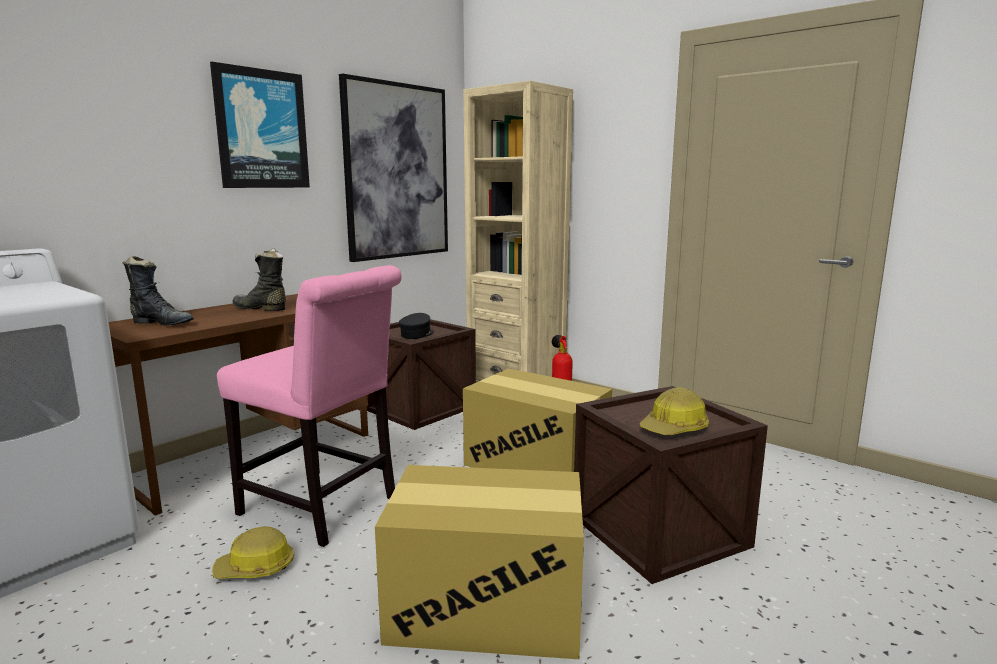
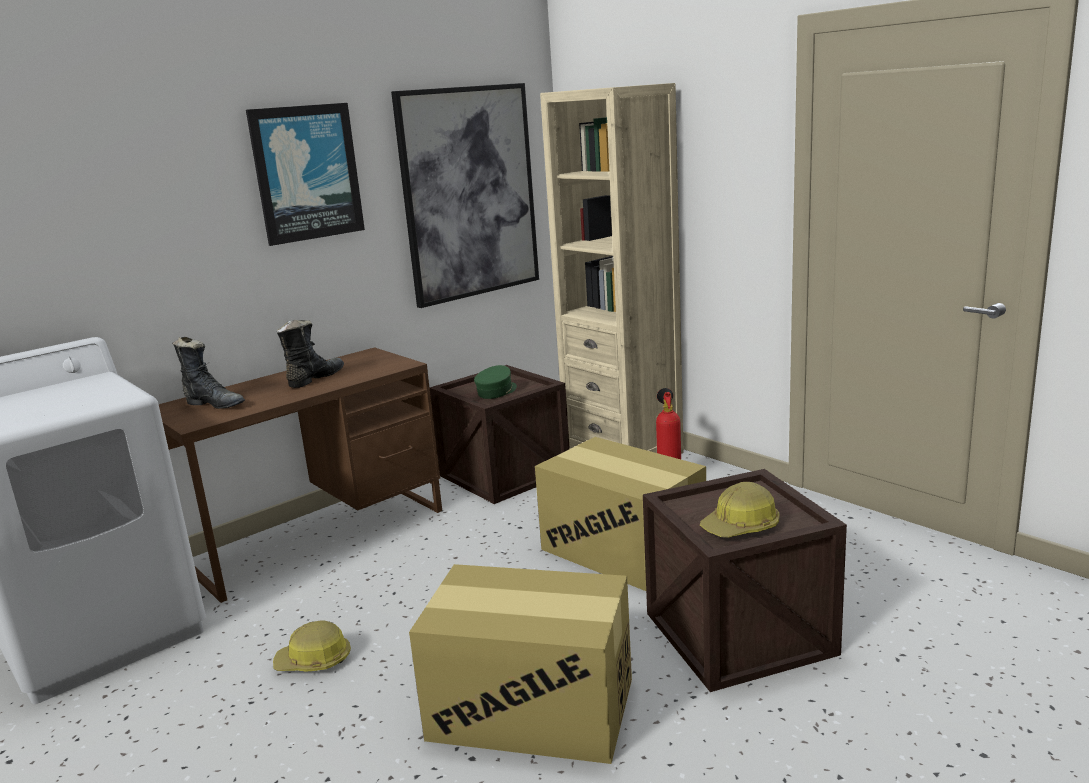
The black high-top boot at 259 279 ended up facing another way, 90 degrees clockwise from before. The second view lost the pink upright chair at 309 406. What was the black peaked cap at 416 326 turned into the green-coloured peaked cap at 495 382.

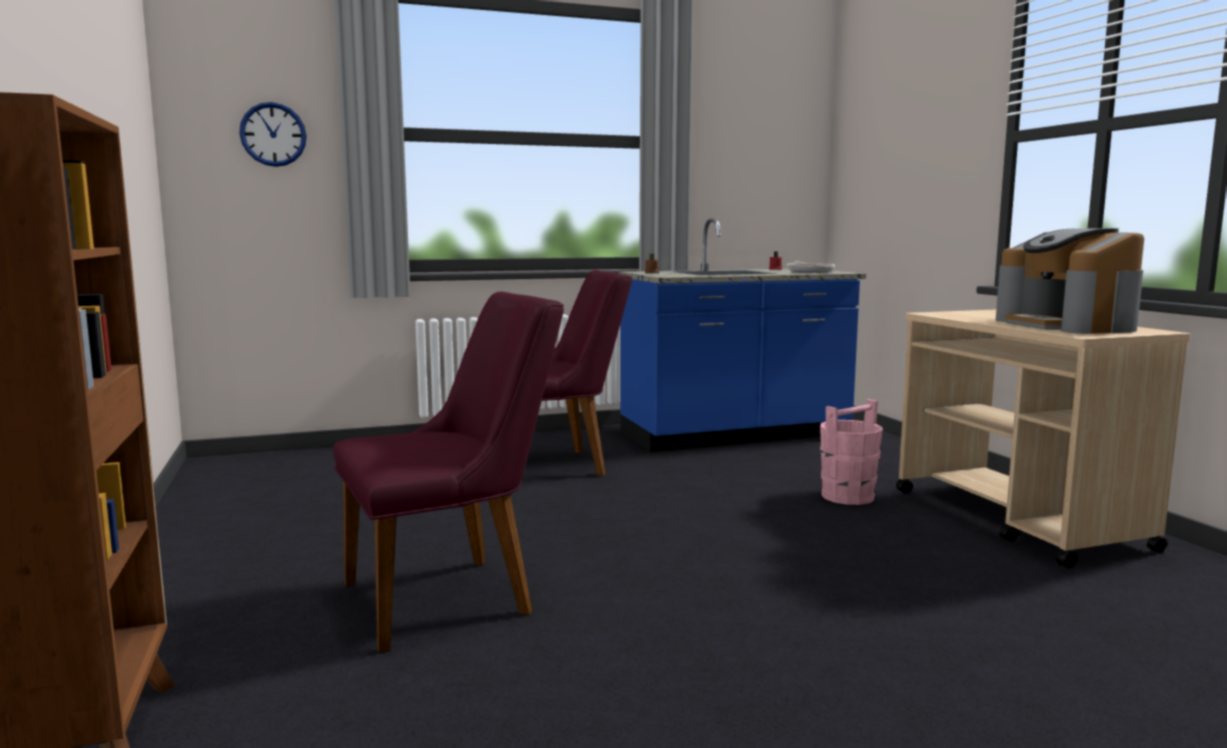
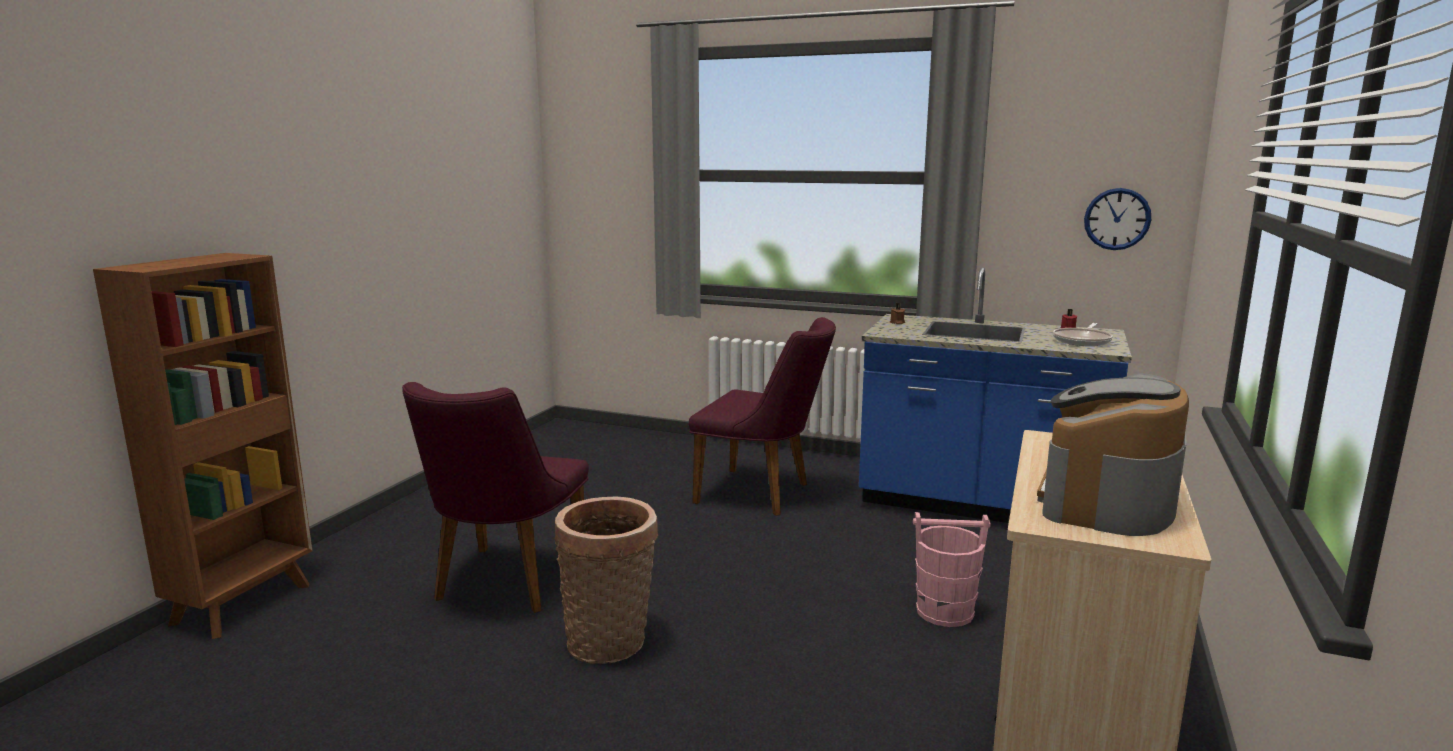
The hanging clock ended up elsewhere, having gone from 273 134 to 1117 219. The purplish upright chair at 448 472 ended up facing another way, 90 degrees clockwise from before. The second view gained the basket at 606 580.

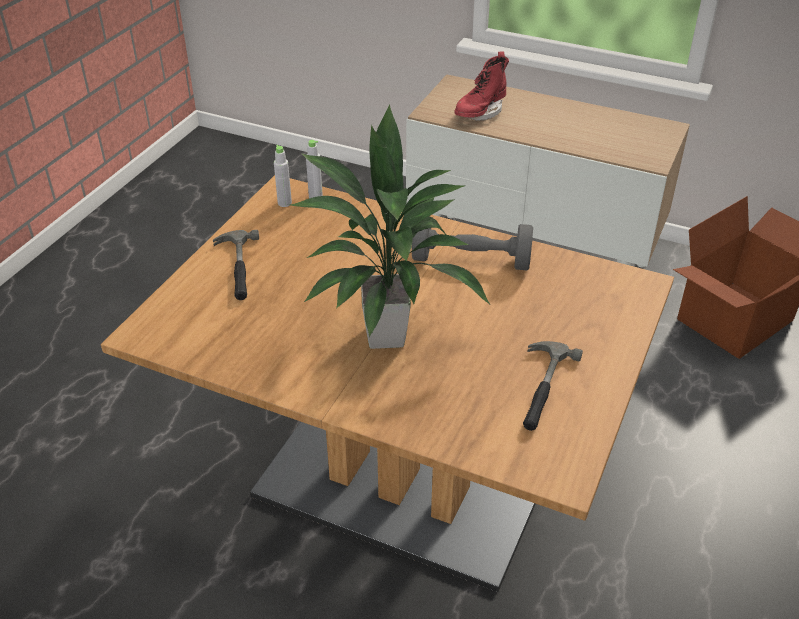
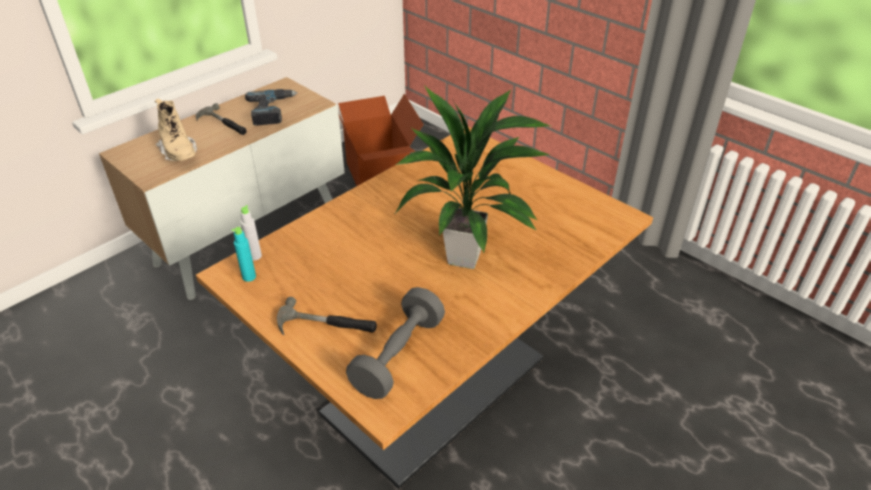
What was the red high-top boot at 481 86 turned into the sand-coloured high-top boot at 175 130. What was the grey bottle at 283 176 turned into the blue-green bottle at 243 254. The grey dumbbell ended up elsewhere, having gone from 472 247 to 395 343. The tool hammer ended up elsewhere, having gone from 553 386 to 221 119. The second view gained the electric drill at 271 107.

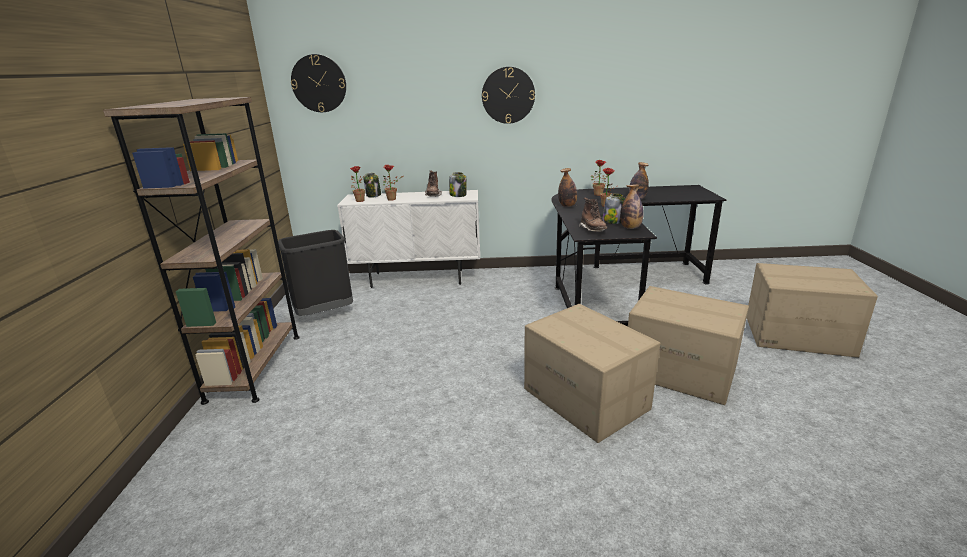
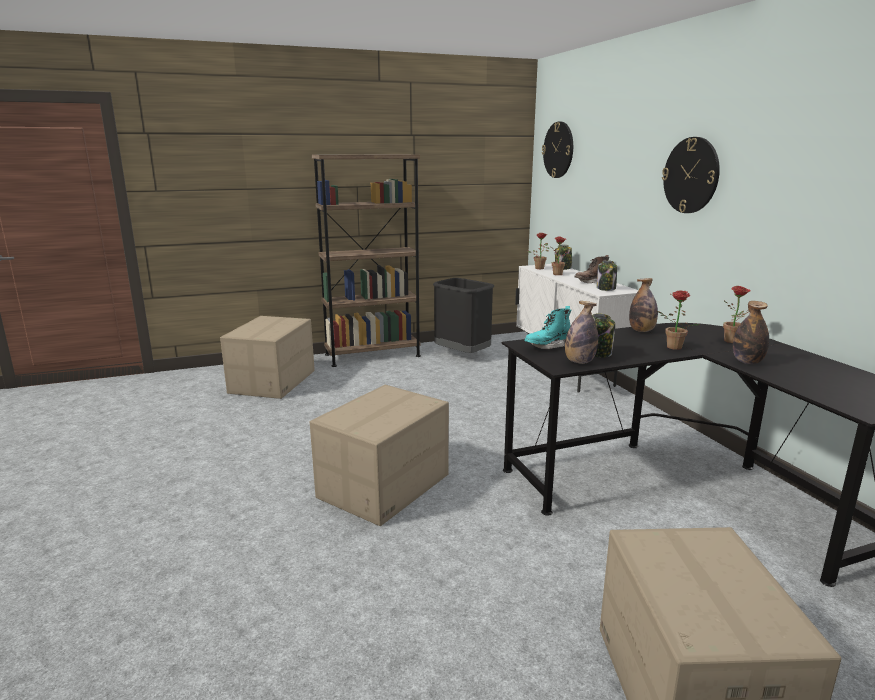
What was the brown high-top boot at 593 214 turned into the blue-green high-top boot at 548 327. The carton ended up elsewhere, having gone from 688 345 to 267 357.

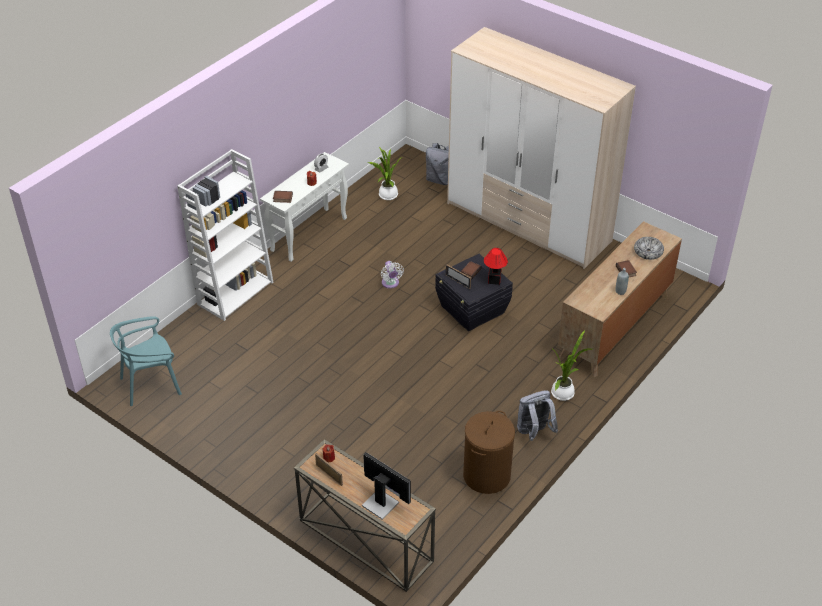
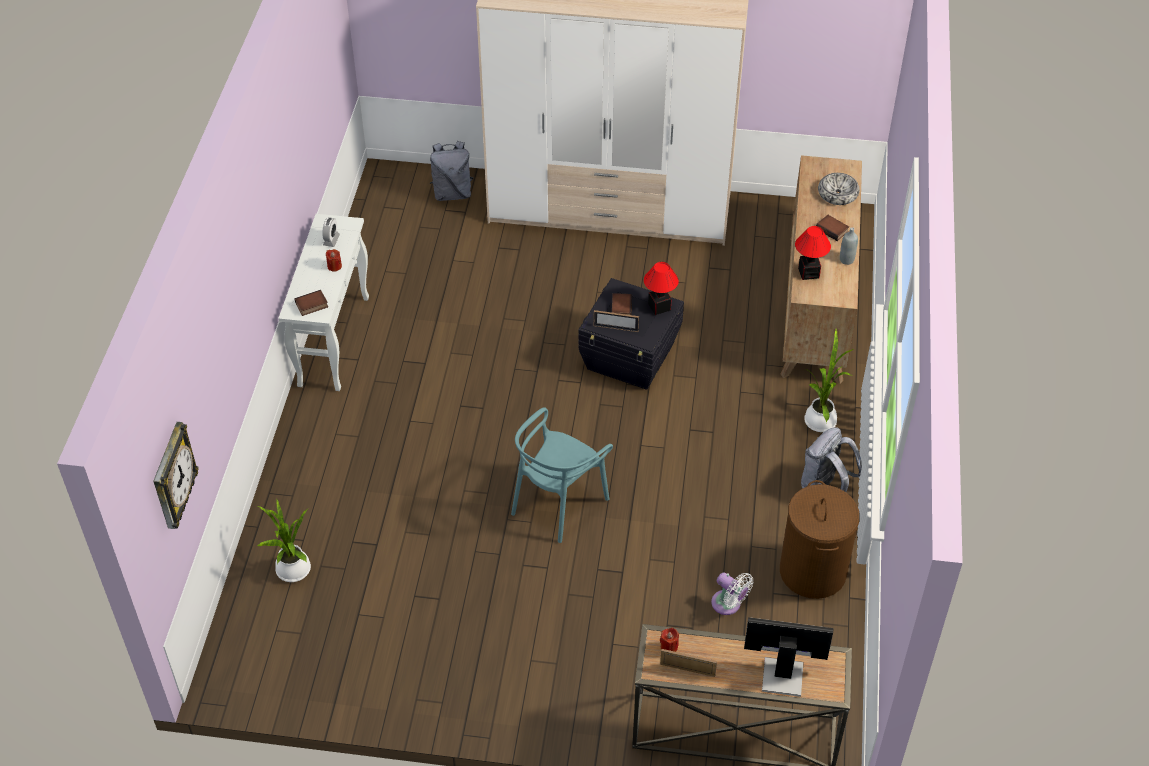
The potted plant ended up elsewhere, having gone from 385 173 to 284 540. The second view lost the white bookshelf at 225 235. The white electric fan ended up elsewhere, having gone from 392 274 to 732 594. The blue-green upright chair ended up elsewhere, having gone from 146 361 to 562 475. The second view gained the table lamp at 813 253. The second view gained the hanging clock at 176 475.

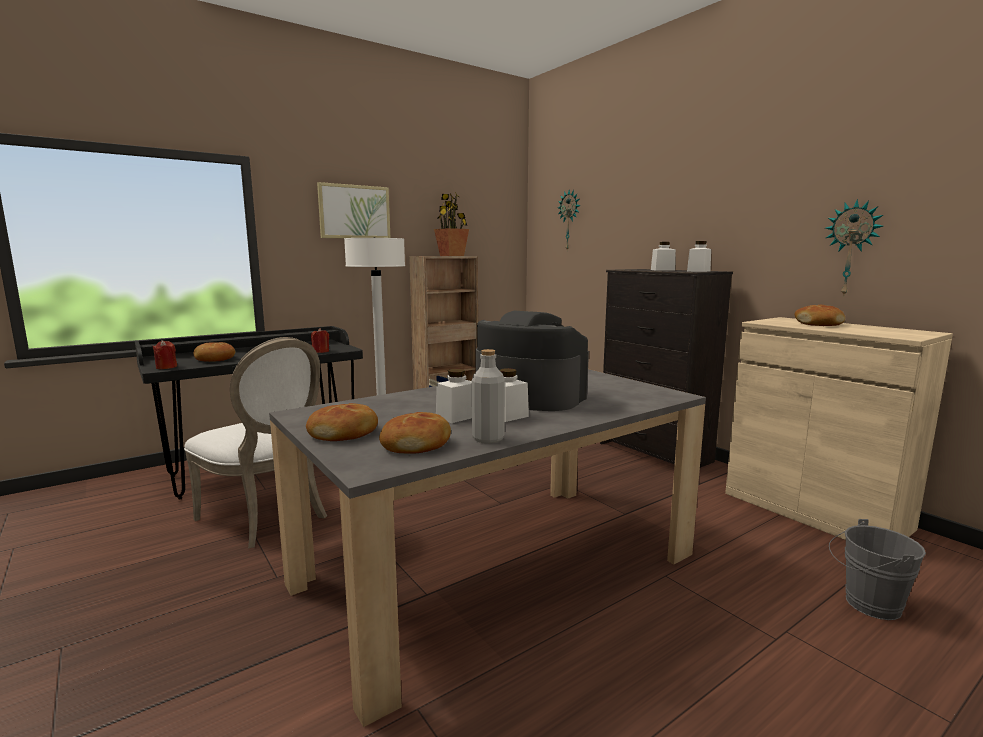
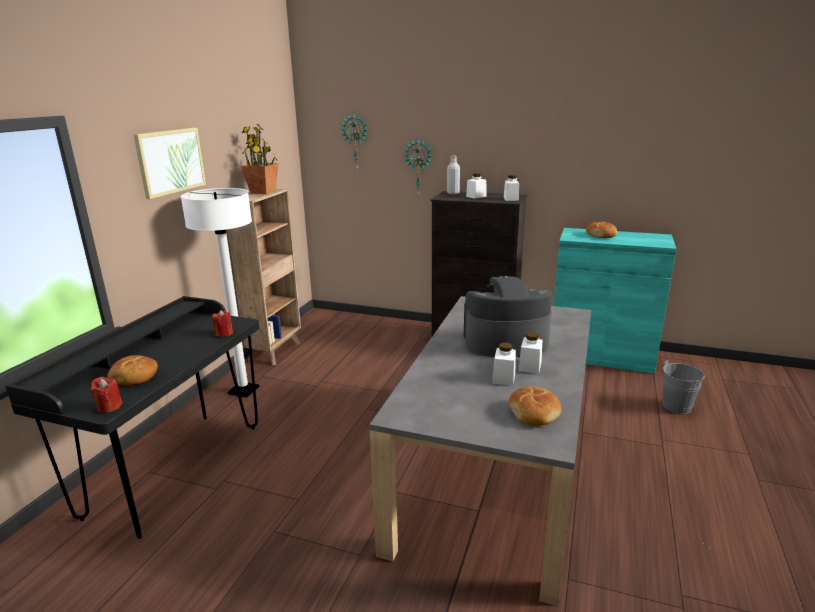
The hanging clock ended up elsewhere, having gone from 854 248 to 418 168. What was the sand-coloured cupboard at 839 428 turned into the blue-green cupboard at 615 301. The second view lost the white upright chair at 255 443. The grey bottle ended up elsewhere, having gone from 488 396 to 453 175. The second view lost the baked bread at 342 422.

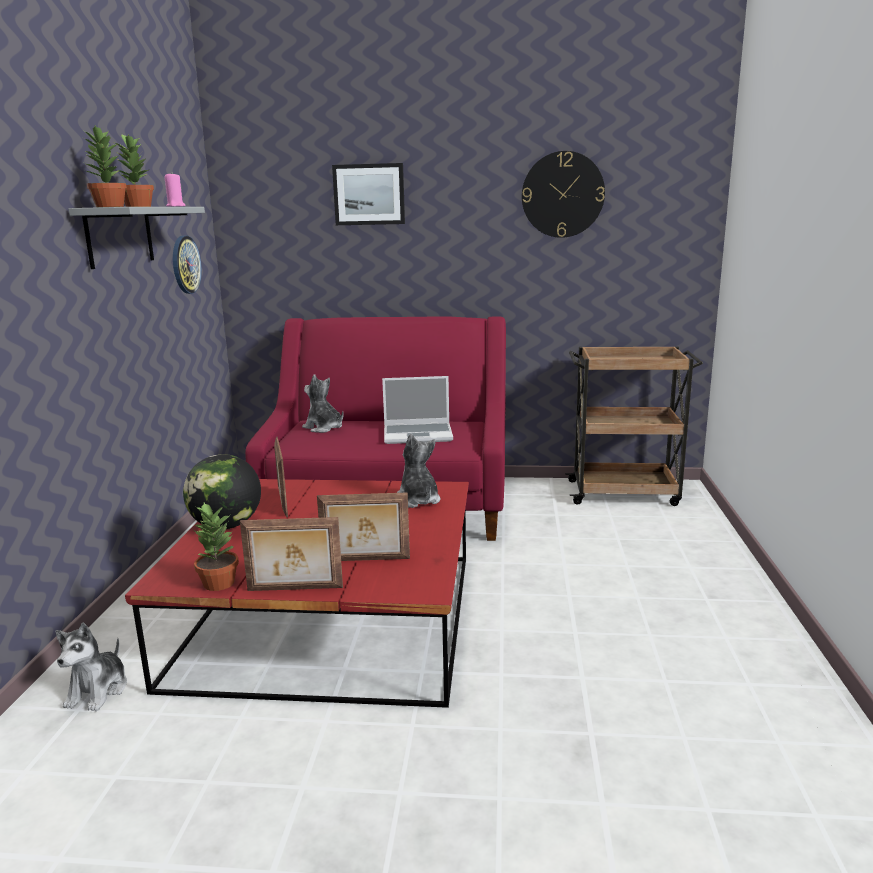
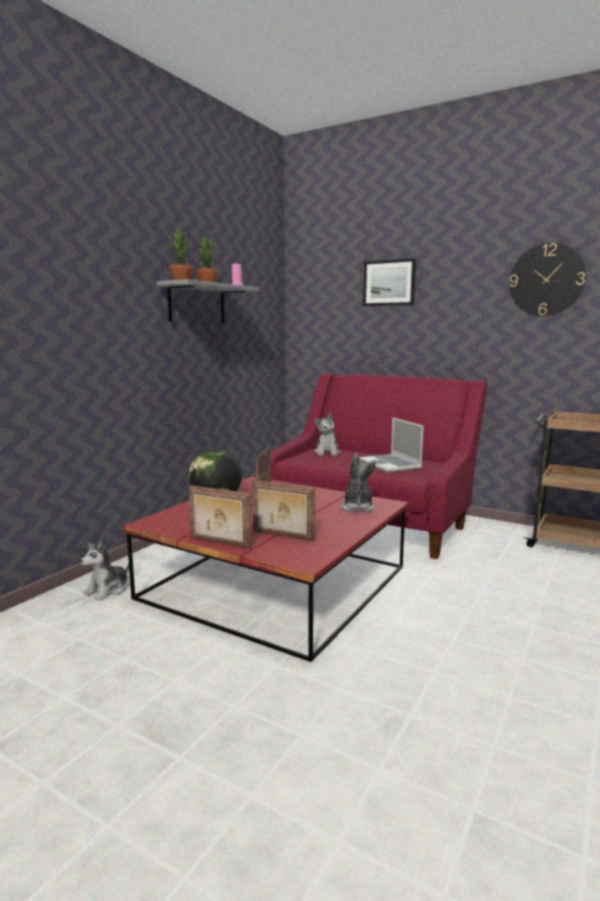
The second view lost the hanging clock at 187 264. The plush toy at 323 403 ended up facing another way, 150 degrees counterclockwise from before. The portable computer at 417 410 ended up facing another way, 45 degrees clockwise from before. The second view lost the potted plant at 216 547.

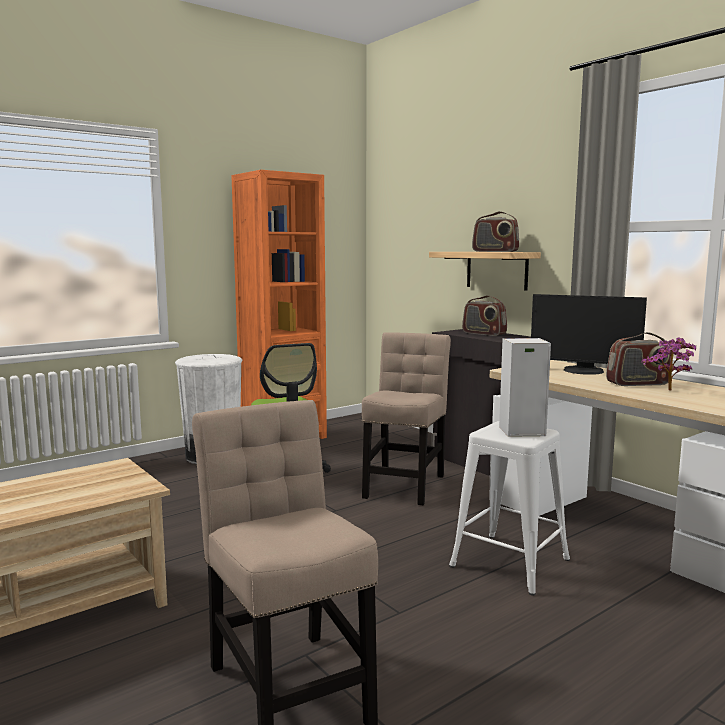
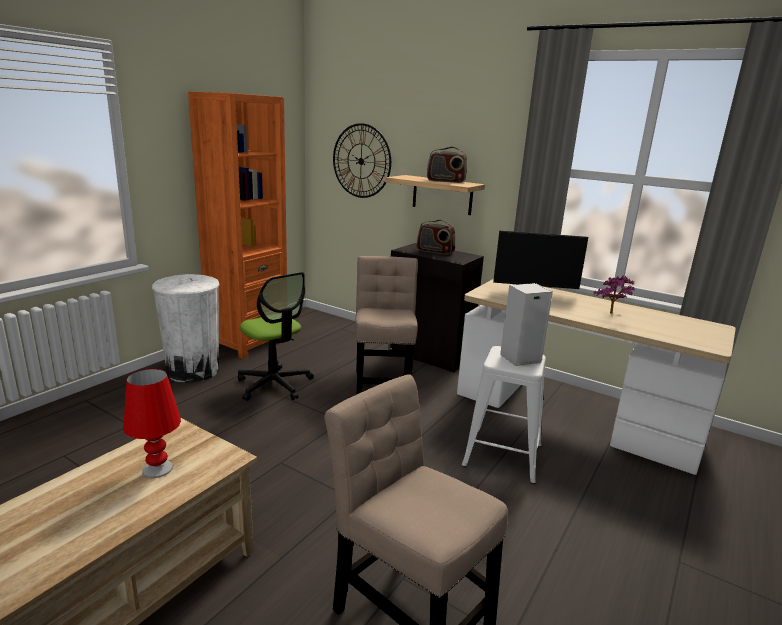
The second view lost the radio at 638 359. The second view gained the hanging clock at 362 160. The second view gained the red table lamp at 152 423.

